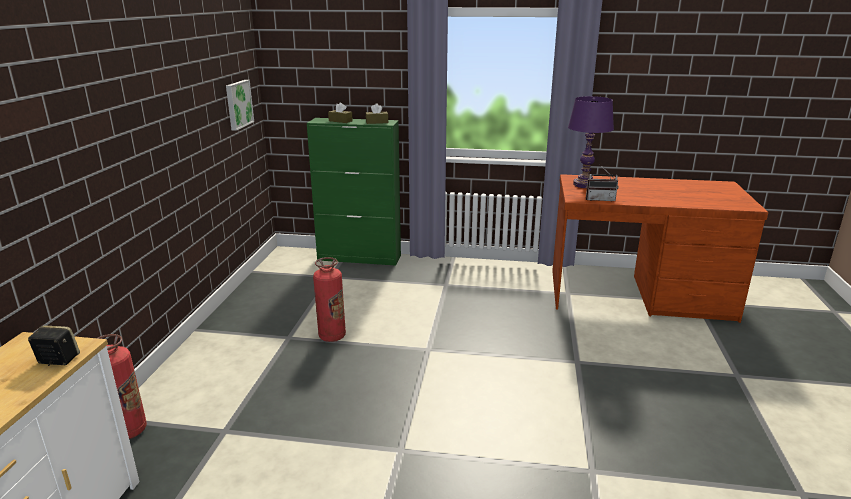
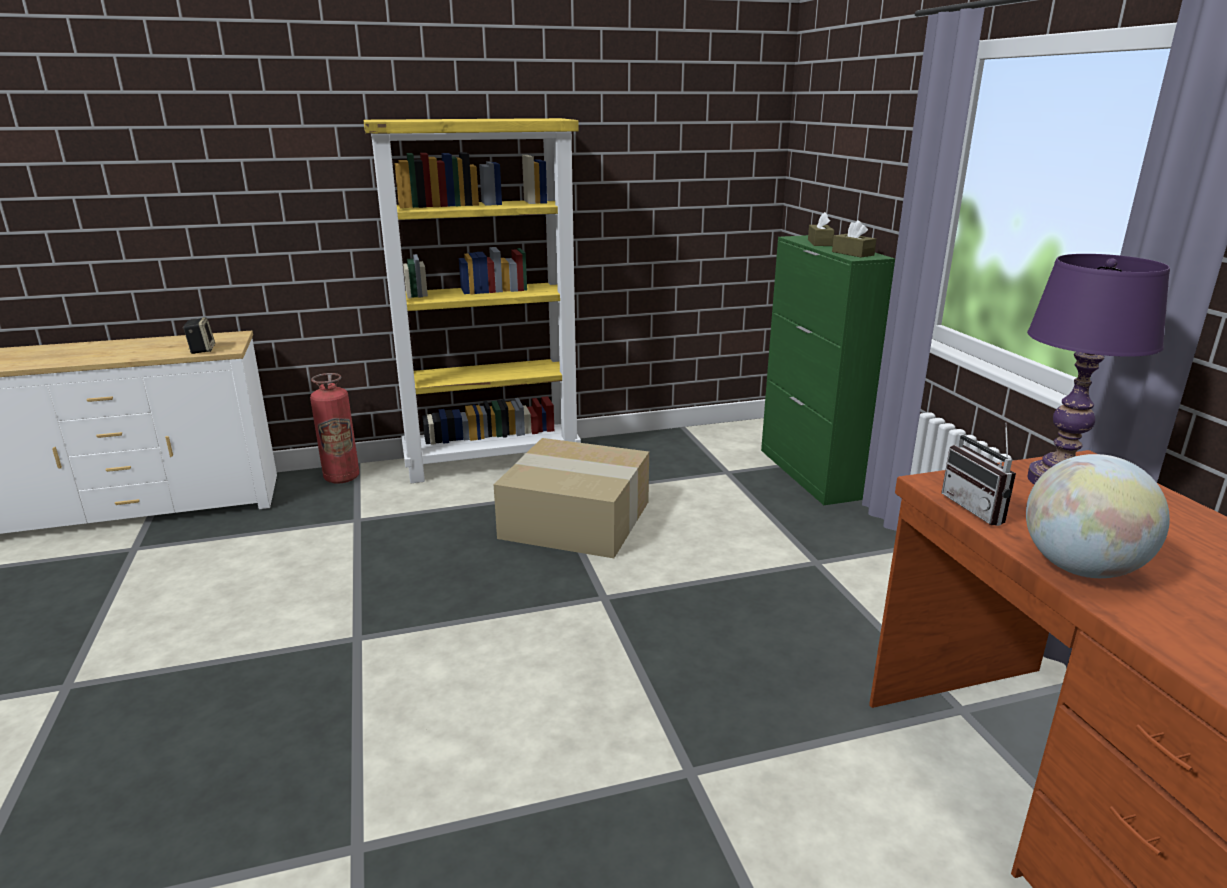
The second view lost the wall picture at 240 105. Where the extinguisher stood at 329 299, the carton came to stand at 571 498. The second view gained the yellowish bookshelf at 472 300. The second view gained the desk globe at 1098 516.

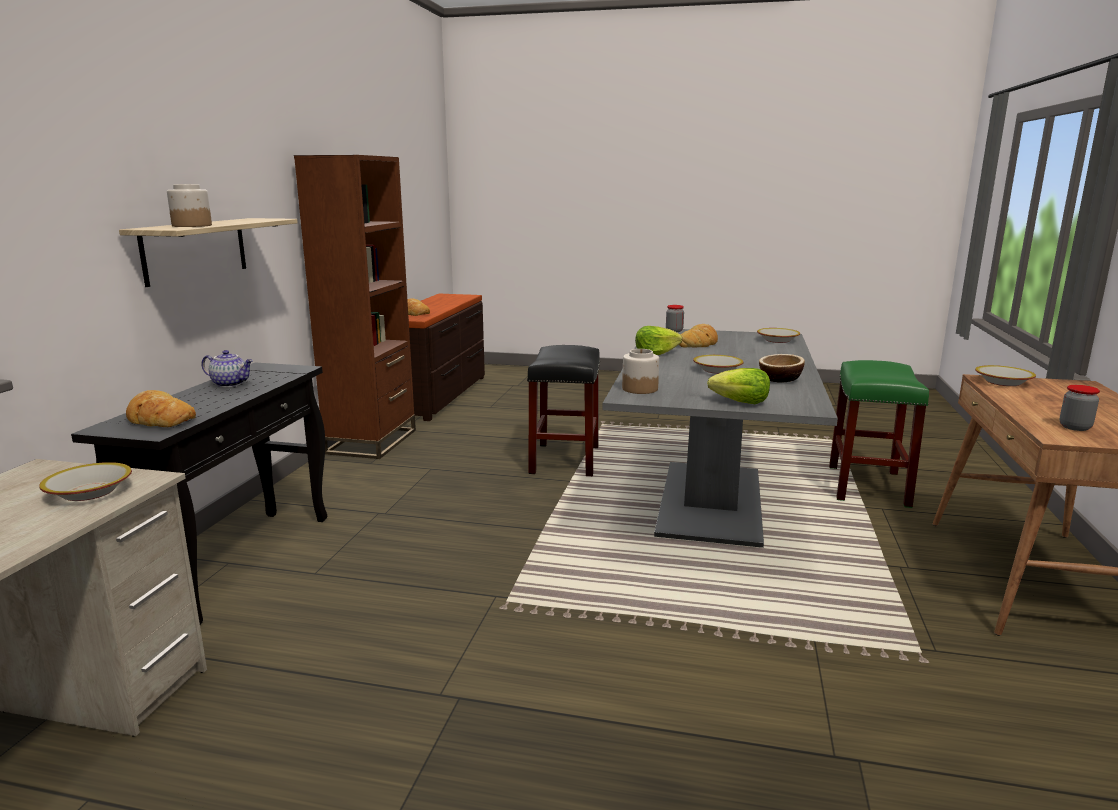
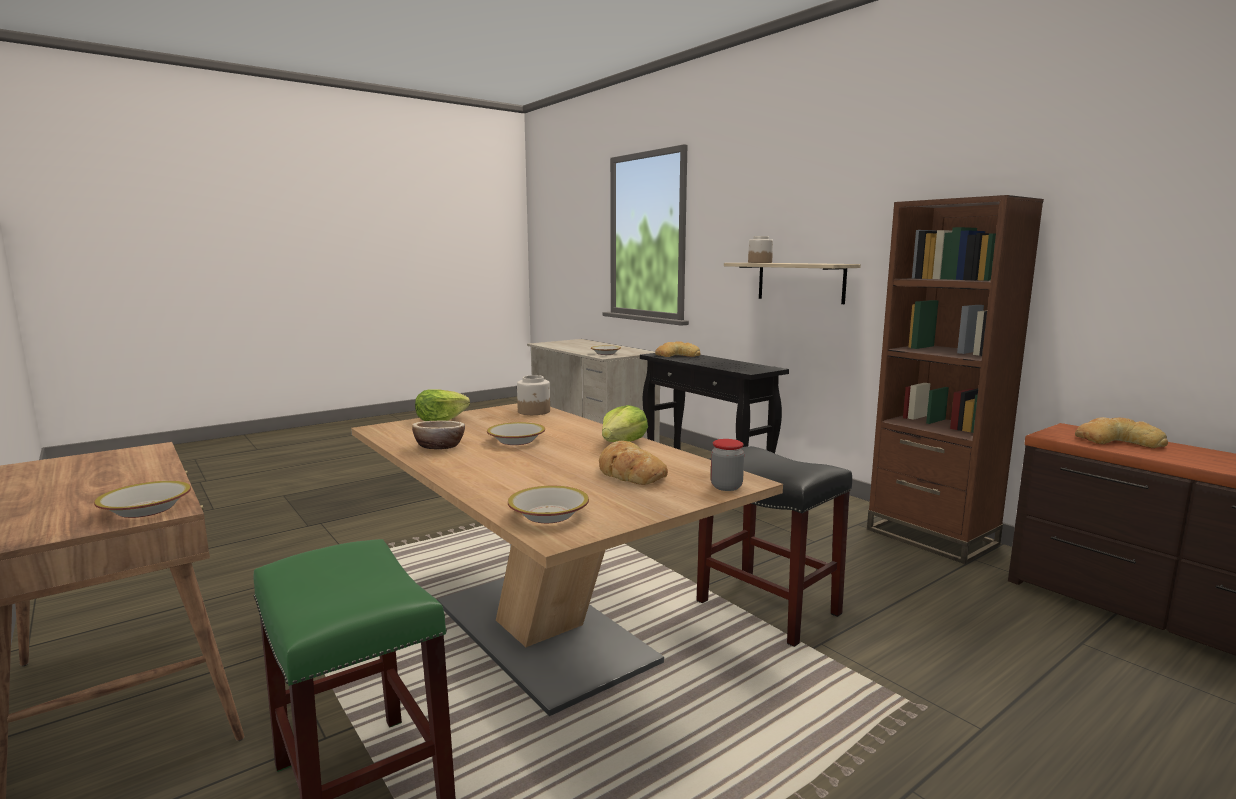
What was the grey dinner table at 720 438 turned into the brown dinner table at 567 559. The second view lost the teapot at 227 368. The second view lost the preserve jar at 1080 408.

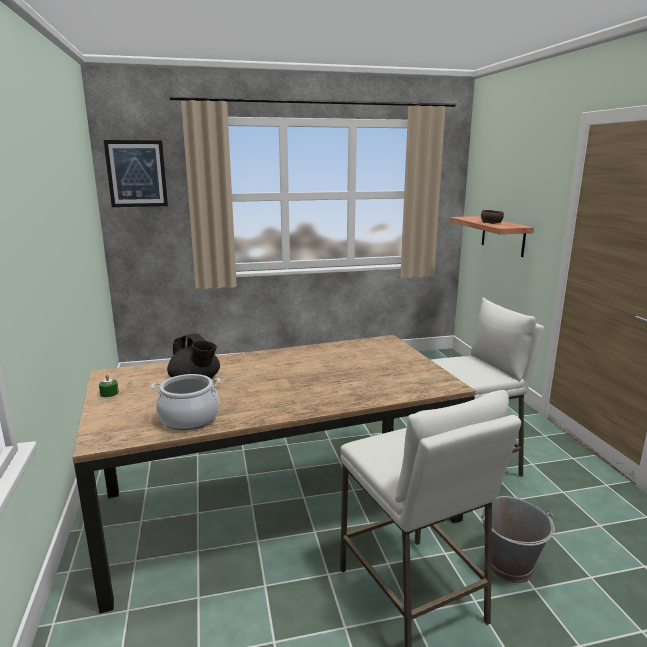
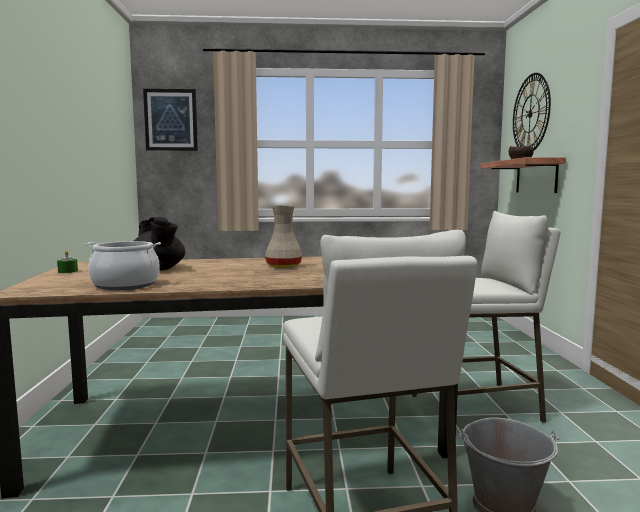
The second view gained the hanging clock at 532 111. The second view gained the sand-coloured vase at 283 237.

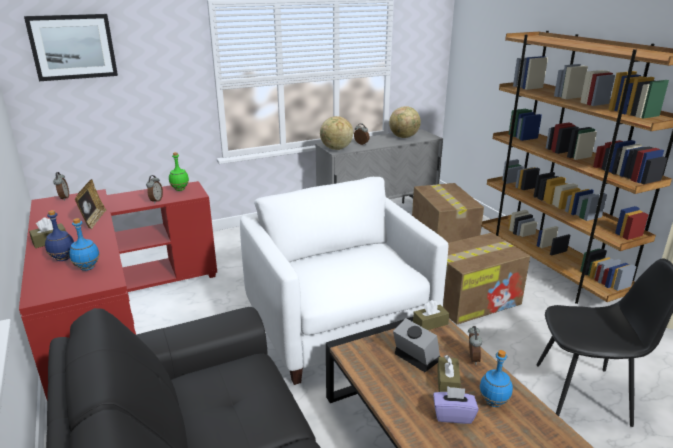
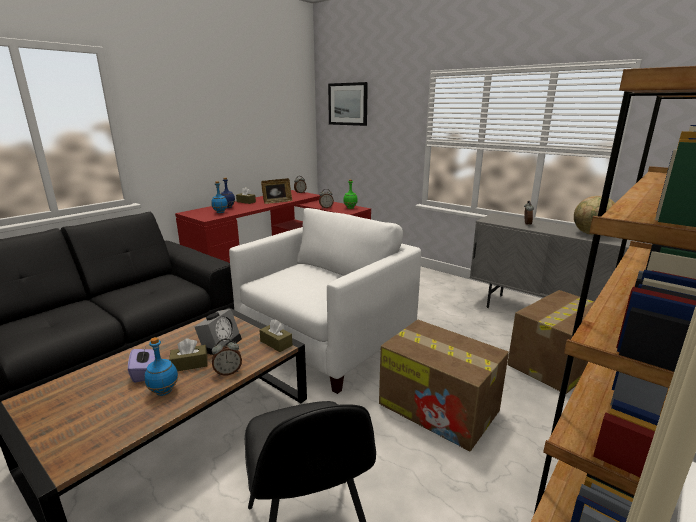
The second view lost the desk globe at 336 133.

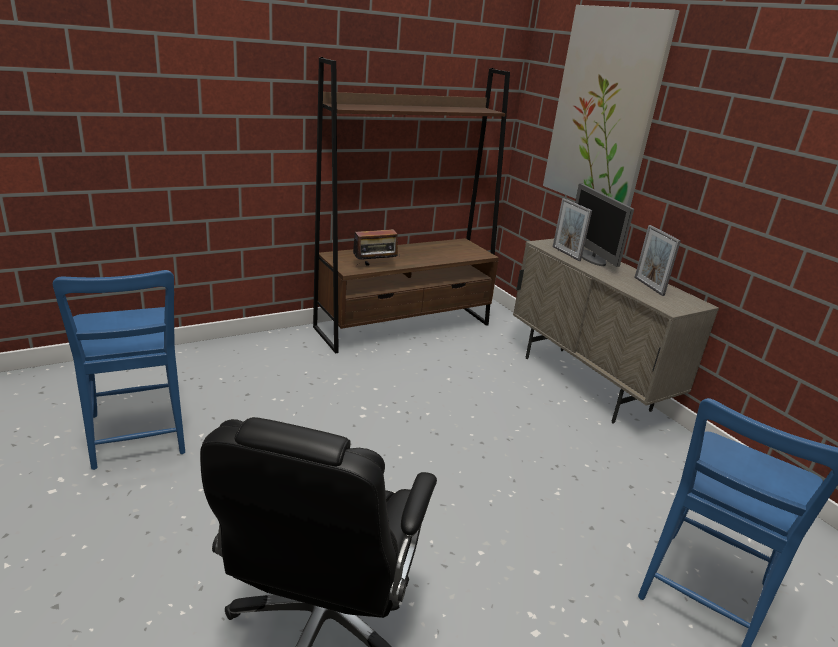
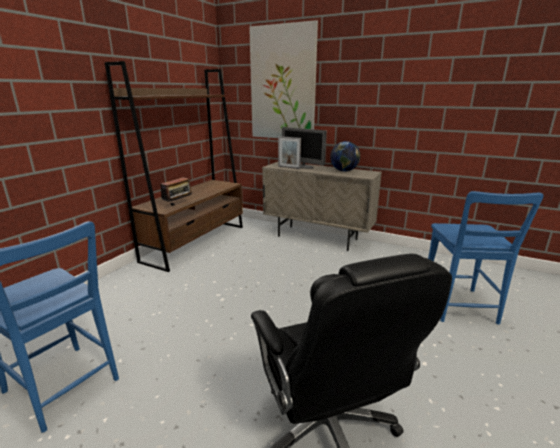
Where the standing frame stood at 657 260, the desk globe came to stand at 345 156.

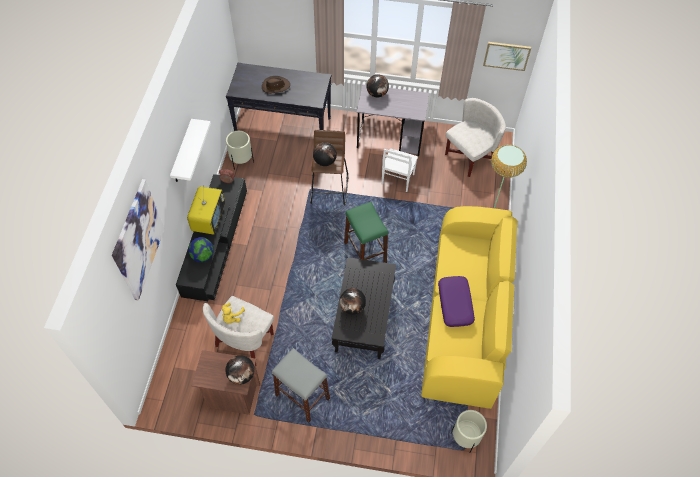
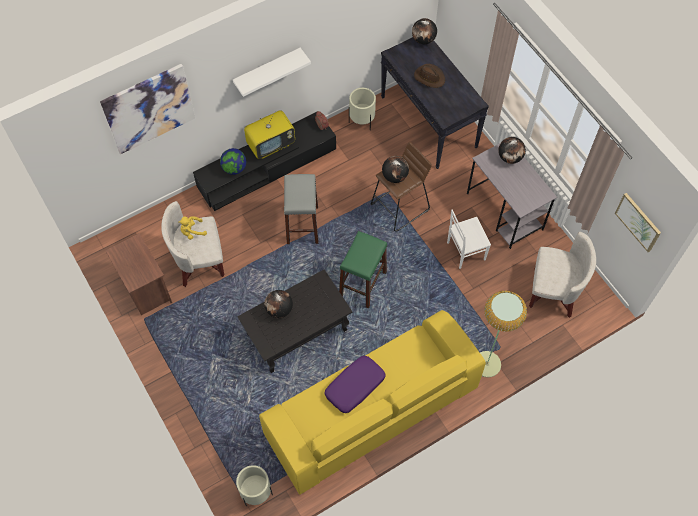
The grey sitting stool ended up elsewhere, having gone from 301 385 to 301 209. The desk globe ended up elsewhere, having gone from 240 370 to 424 31.

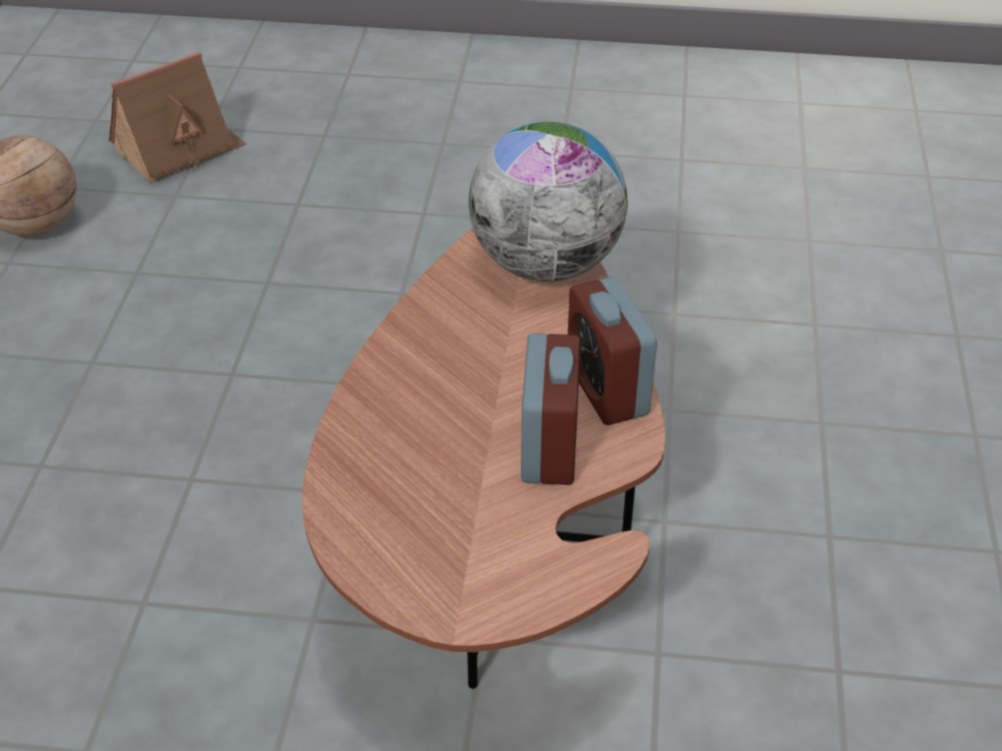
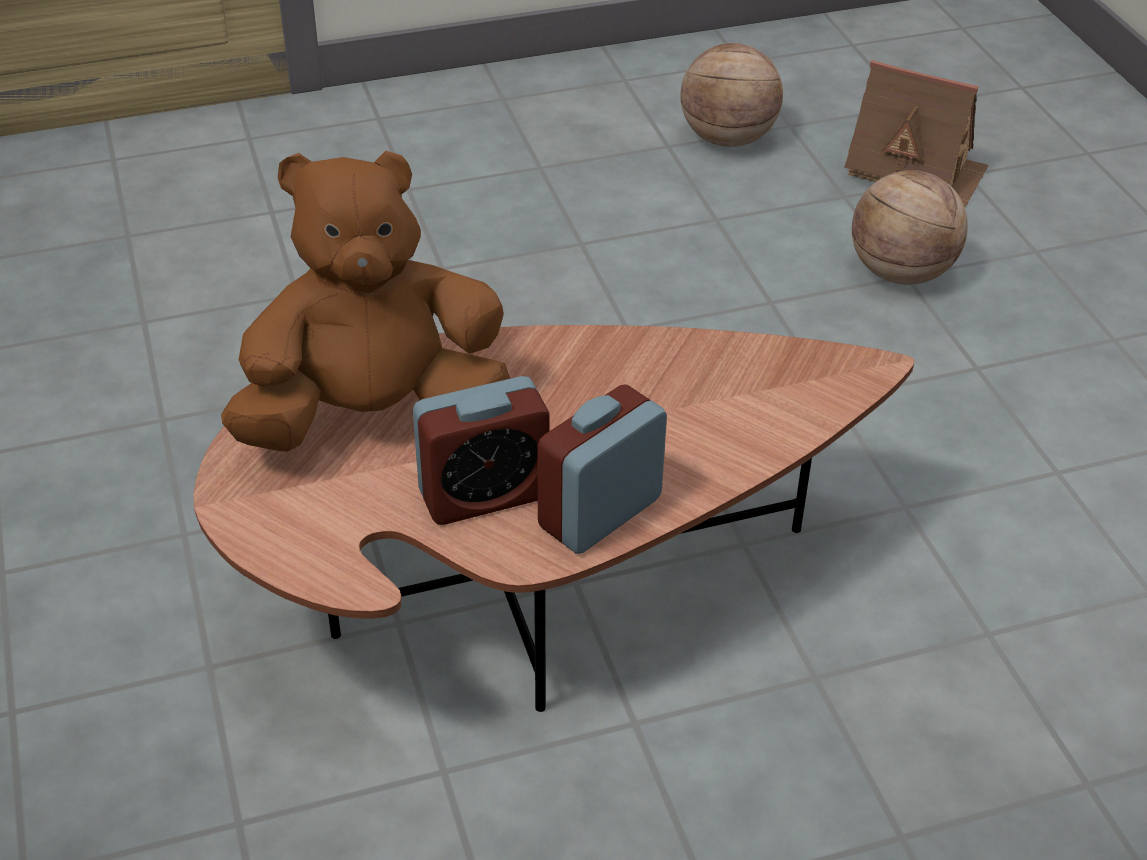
The second view lost the desk globe at 548 202. The second view gained the brown plush toy at 365 301. The second view gained the ball for basketball at 910 227.

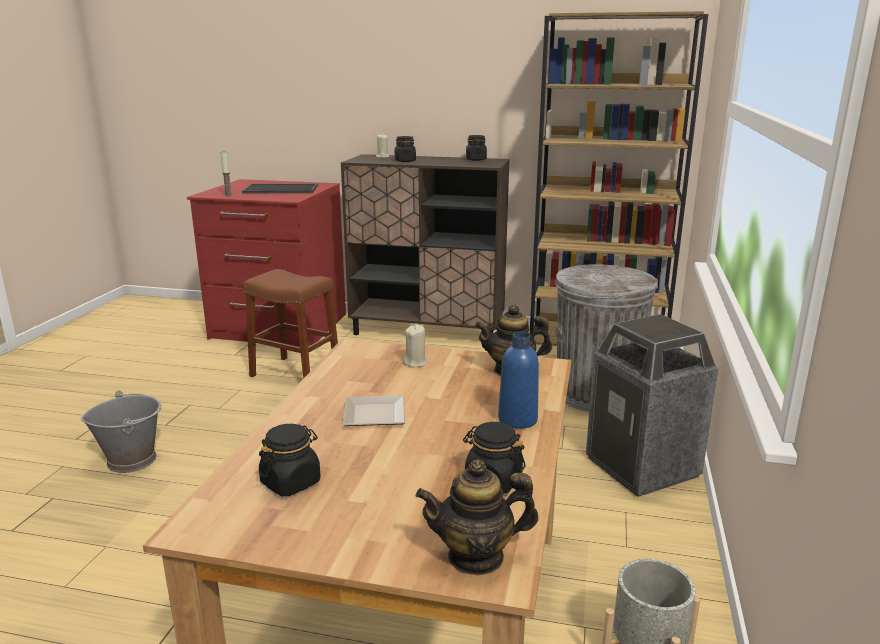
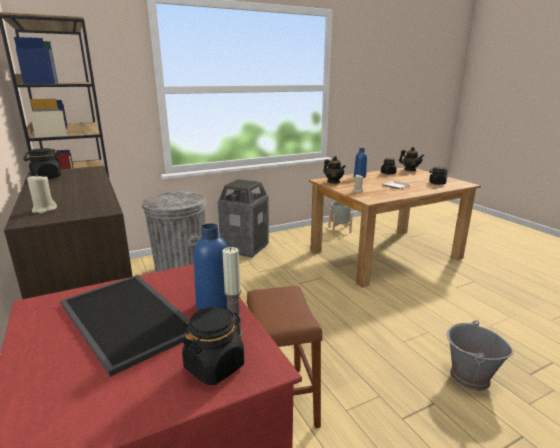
The black preserve jar ended up elsewhere, having gone from 405 149 to 213 346. The second view gained the blue-coloured bottle at 210 267.

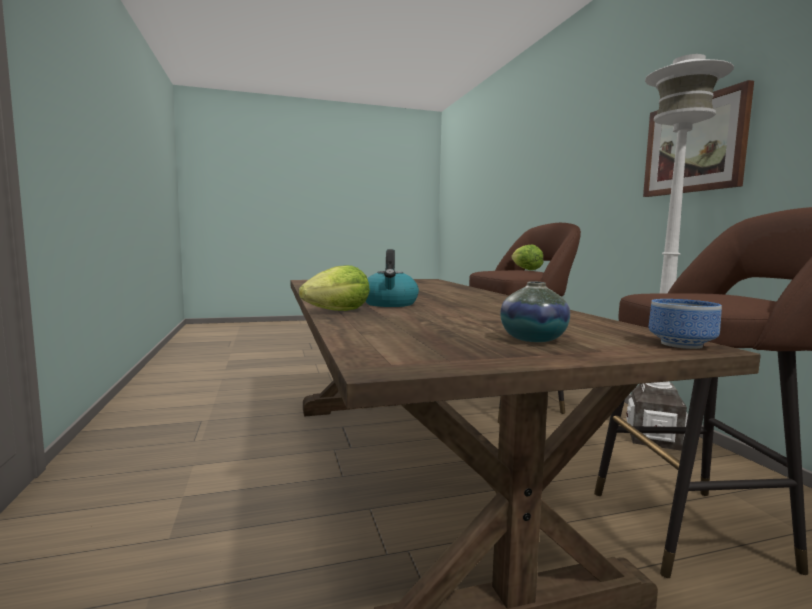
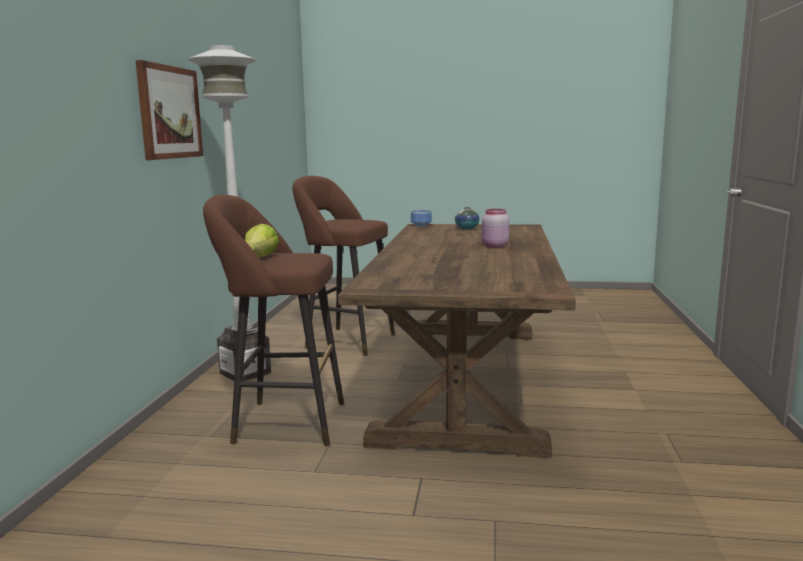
Where the tea kettle stood at 392 278, the pink preserve jar came to stand at 495 228. The second view lost the lettuce at 334 288.

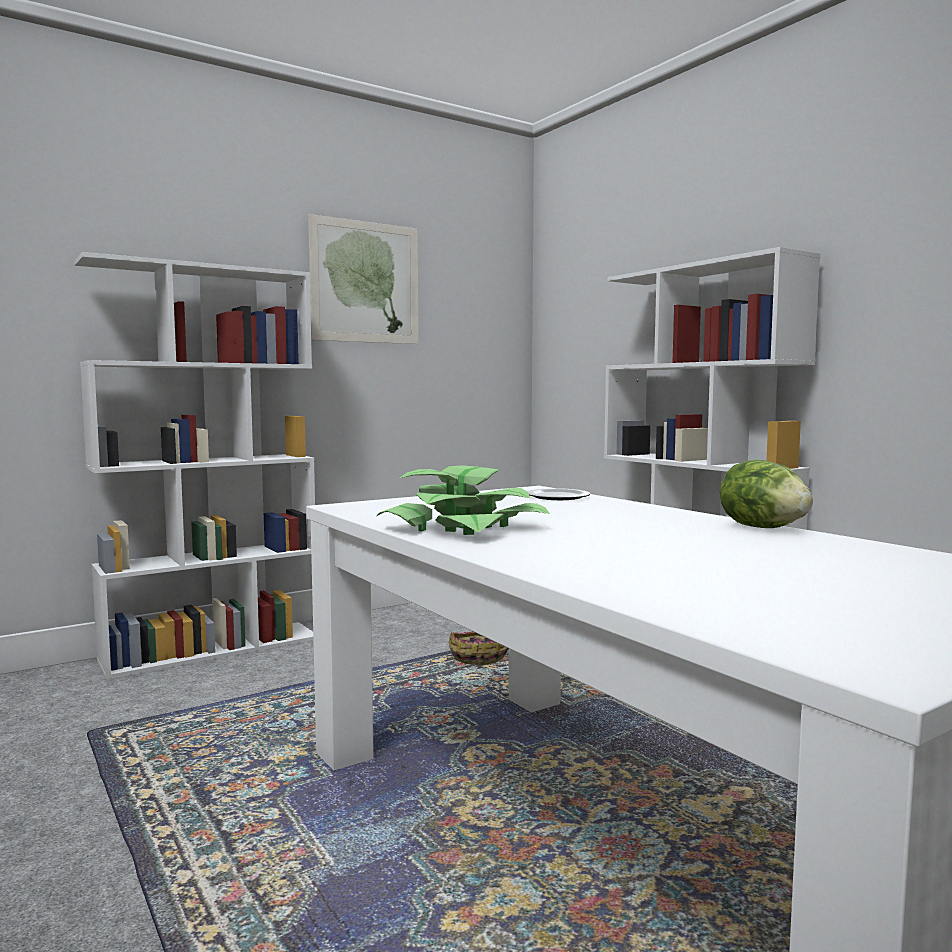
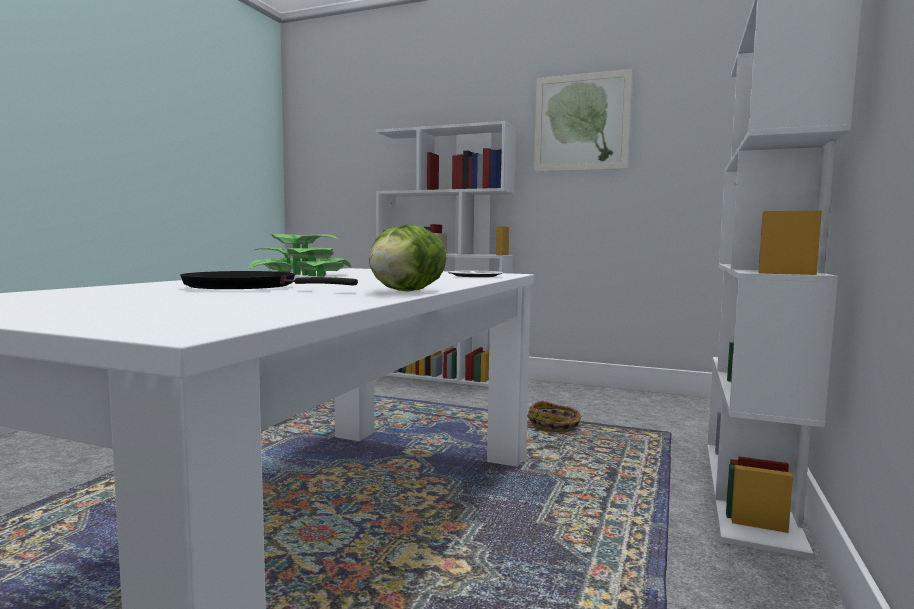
The second view gained the black pan at 269 280.

